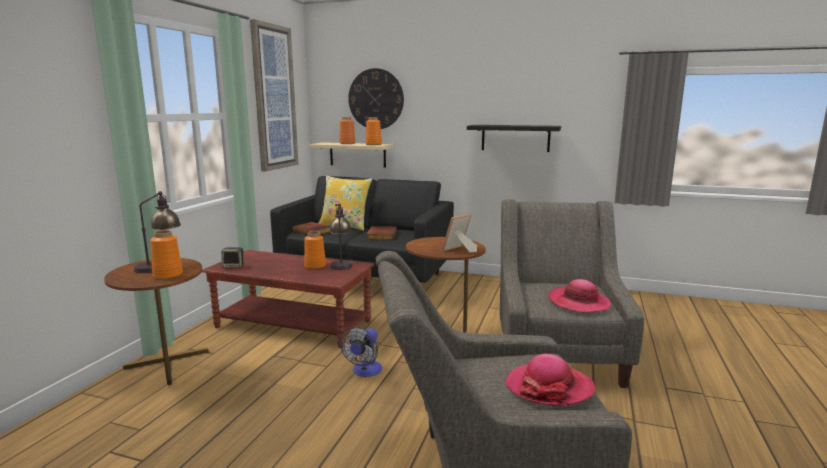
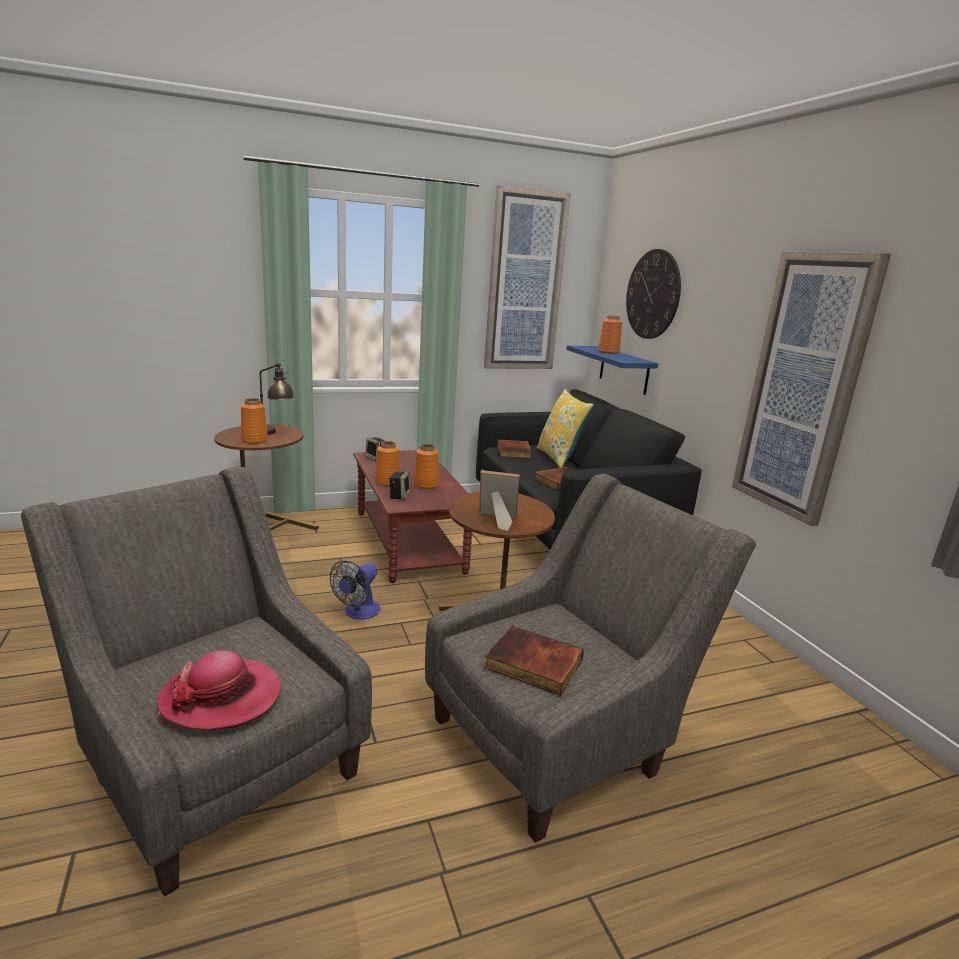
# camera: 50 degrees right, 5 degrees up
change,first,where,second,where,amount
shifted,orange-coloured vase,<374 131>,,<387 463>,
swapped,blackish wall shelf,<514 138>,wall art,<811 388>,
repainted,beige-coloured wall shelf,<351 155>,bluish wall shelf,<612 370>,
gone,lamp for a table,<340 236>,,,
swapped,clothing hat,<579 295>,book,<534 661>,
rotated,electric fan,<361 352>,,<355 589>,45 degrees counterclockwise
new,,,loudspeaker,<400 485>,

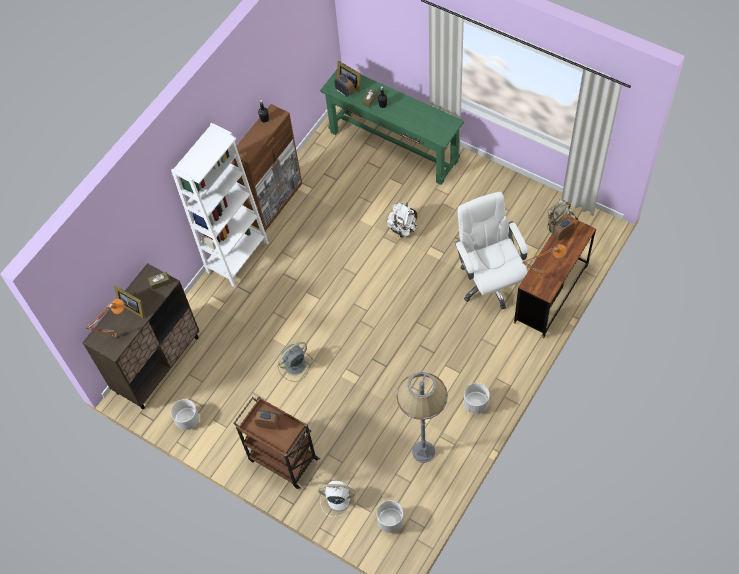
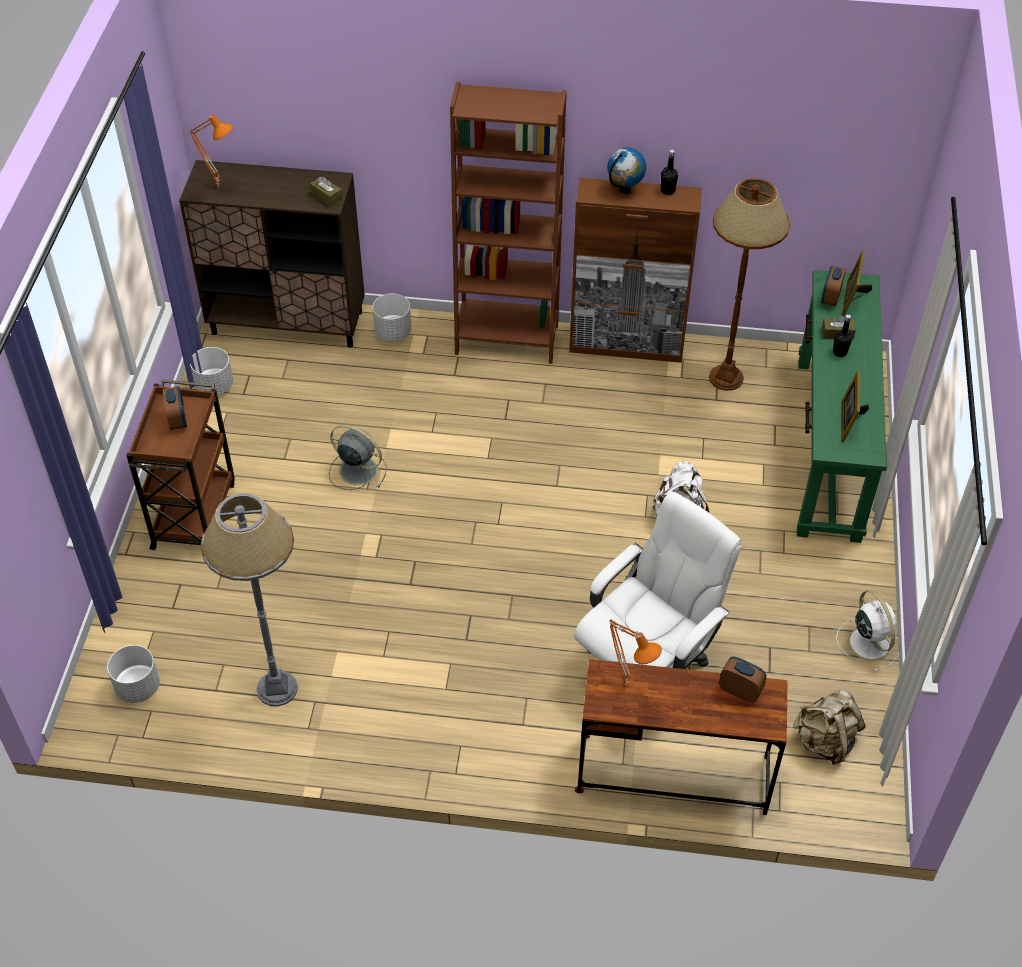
# camera: 60 degrees right, 10 degrees down
change,first,where,second,where,amount
repainted,whitish shelving unit,<220 205>,brownish shelving unit,<508 223>,
shifted,standing frame,<129 301>,,<855 407>,
shifted,whitish planter,<477 398>,,<391 317>,
shifted,whitish electric fan,<338 499>,,<867 631>,
new,,,desk globe,<627 170>,
new,,,brownish floor lamp,<749 284>,

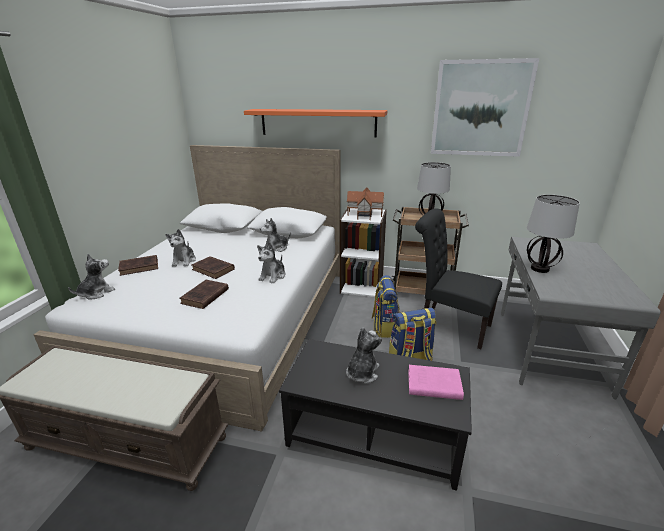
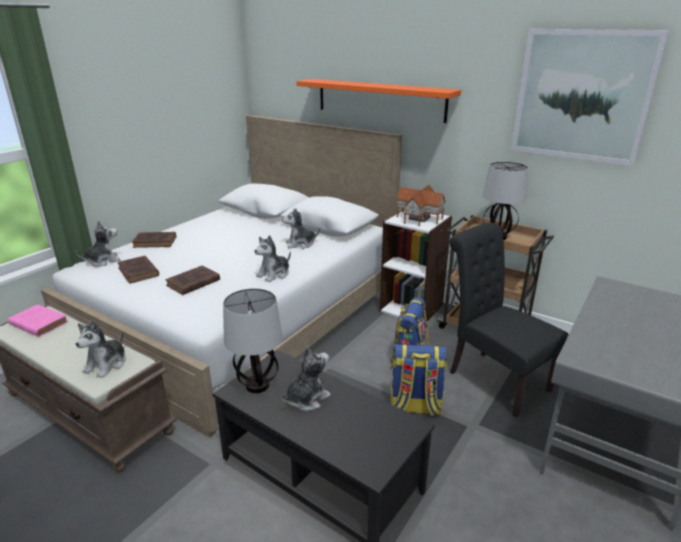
# camera: 20 degrees right, 0 degrees up
change,first,where,second,where,amount
shifted,lamp for a table,<553 234>,,<252 340>,
shifted,plush toy,<180 247>,,<101 349>,
shifted,brownish book,<213 267>,,<138 270>,
shifted,pinkish book,<436 382>,,<38 321>,

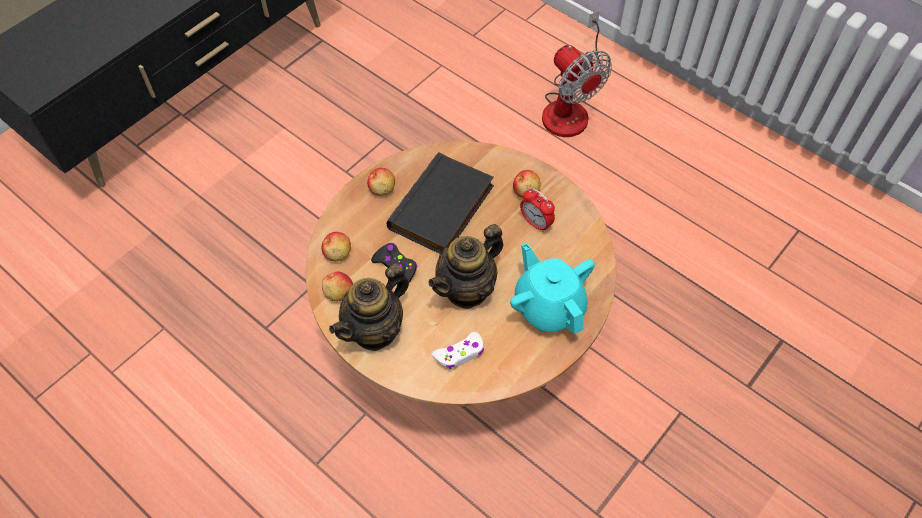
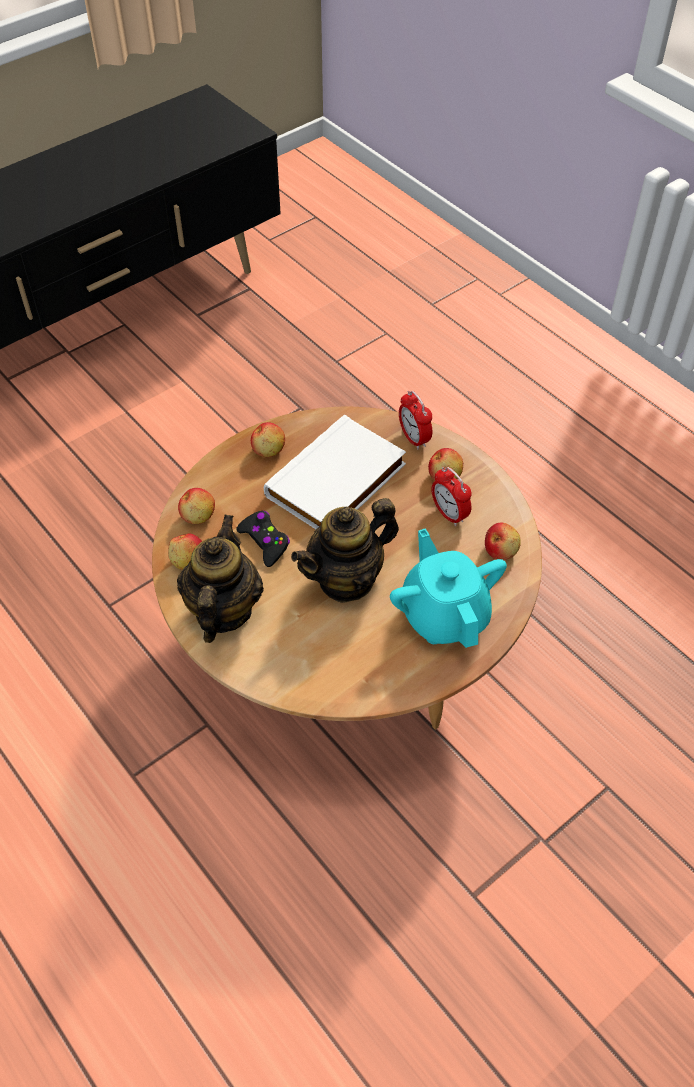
# camera: 10 degrees right, 5 degrees down
change,first,where,second,where,amount
gone,electric fan,<577 73>,,,
repainted,blackish book,<440 203>,whitish book,<335 471>,
rotated,tea pot,<369 307>,,<220 579>,135 degrees clockwise
gone,whitish game controller,<458 350>,,,
new,,,alarm clock,<415 420>,
new,,,apple,<503 541>,

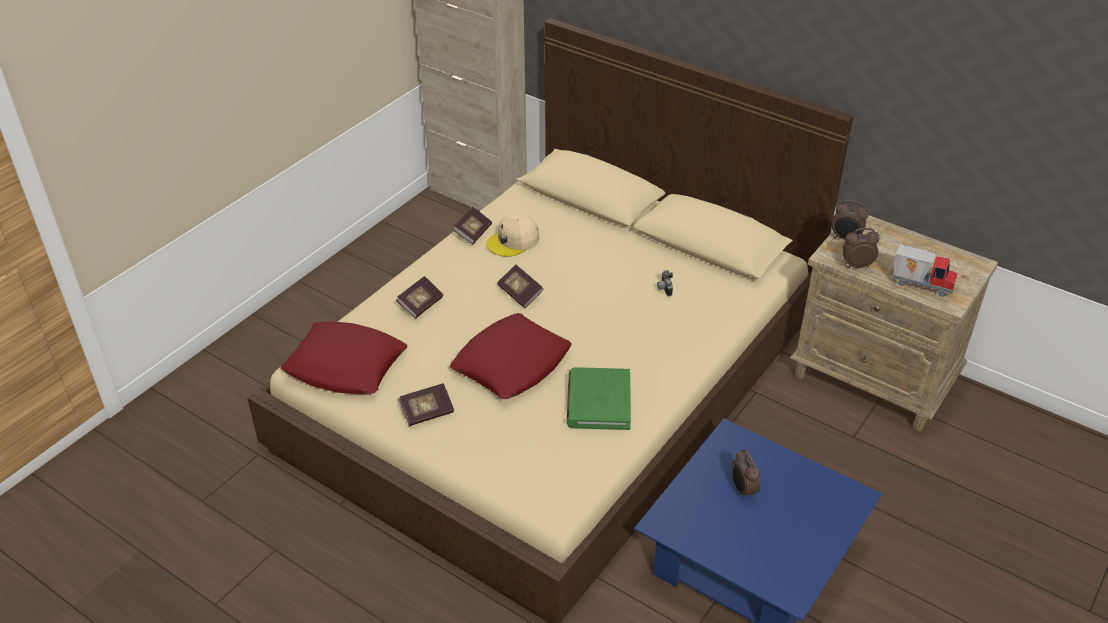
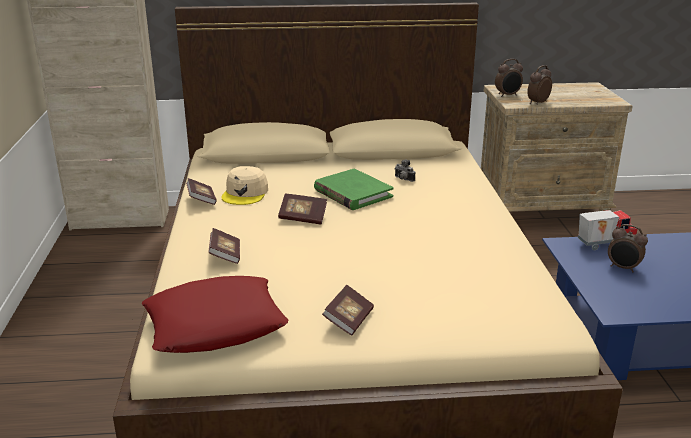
# camera: 40 degrees left, 15 degrees down
change,first,where,second,where,amount
shifted,toy truck,<925 270>,,<607 230>,
gone,reddish cushion,<510 356>,,,
shifted,green book,<599 398>,,<354 189>,

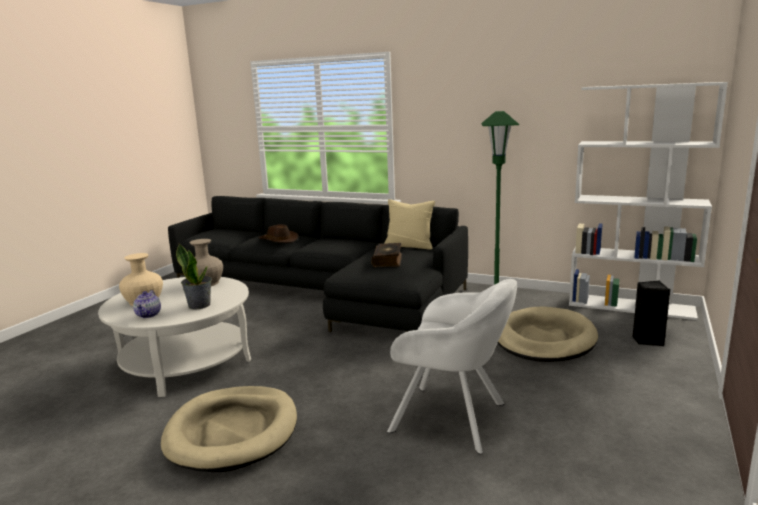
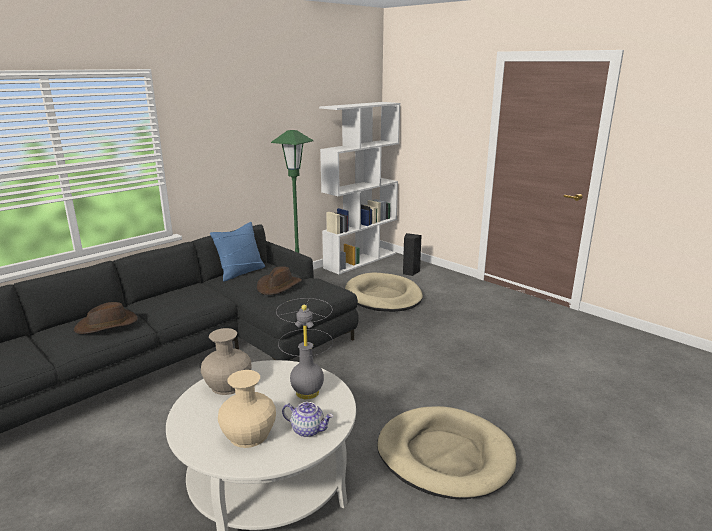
# camera: 70 degrees left, 5 degrees up
change,first,where,second,where,amount
repainted,beige-coloured cushion,<409 224>,bluish cushion,<237 251>,
swapped,book,<386 255>,brownish clothing hat,<279 280>,
swapped,potted plant,<194 276>,greyish lamp for a table,<304 349>,
gone,whitish lounge chair,<452 366>,,,

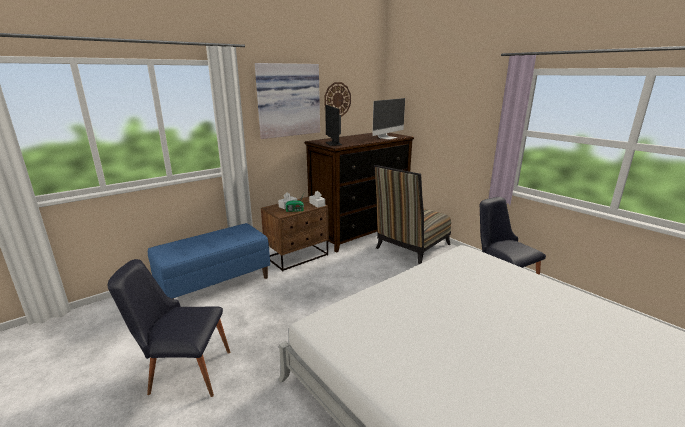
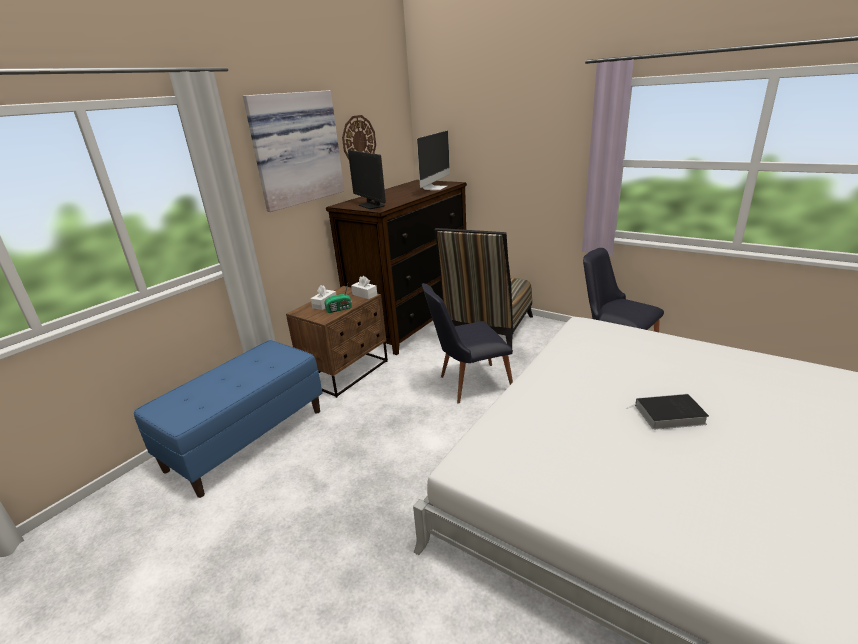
# camera: 15 degrees left, 5 degrees up
change,first,where,second,where,amount
shifted,blackish chair,<169 328>,,<467 343>,
new,,,book,<668 412>,

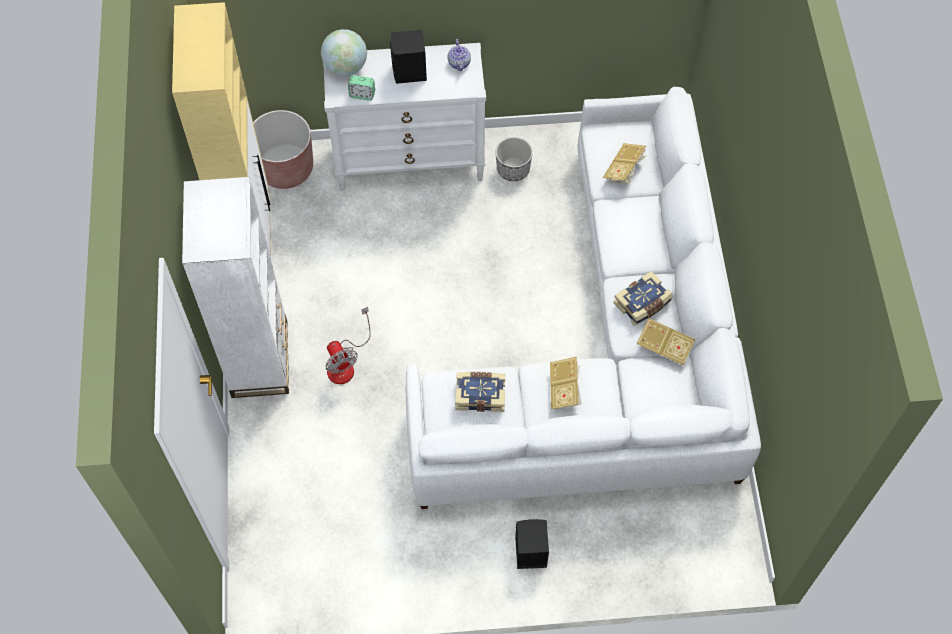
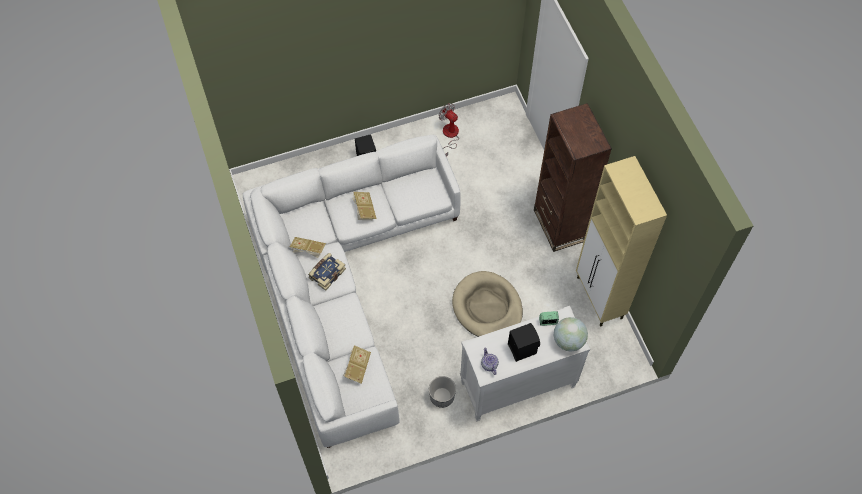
# camera: 165 degrees right, 0 degrees up
change,first,where,second,where,amount
gone,brownish planter,<283 149>,,,
repainted,whitish shelving unit,<235 287>,brownish shelving unit,<573 177>,
shifted,electric fan,<348 345>,,<449 130>,
gone,book,<480 392>,,,
new,,,beige-coloured pet bed,<487 304>,

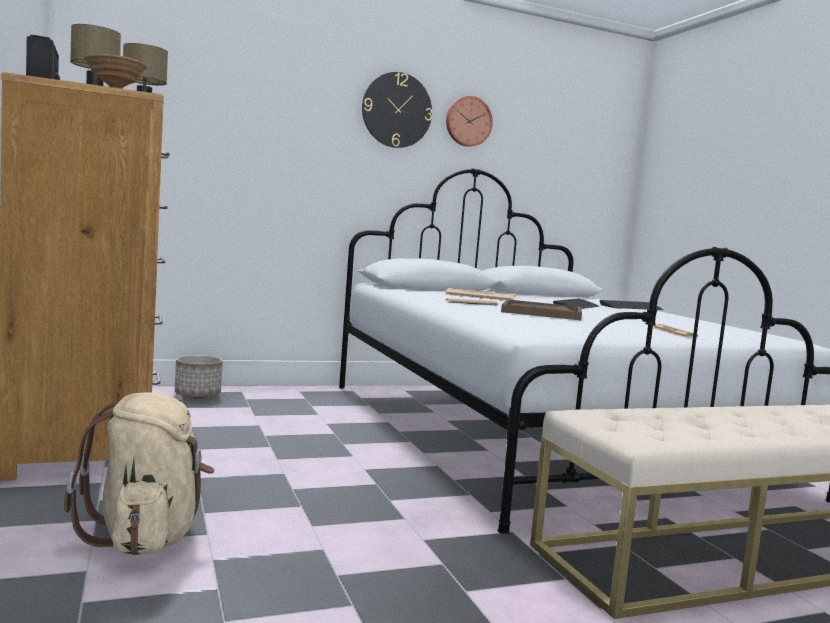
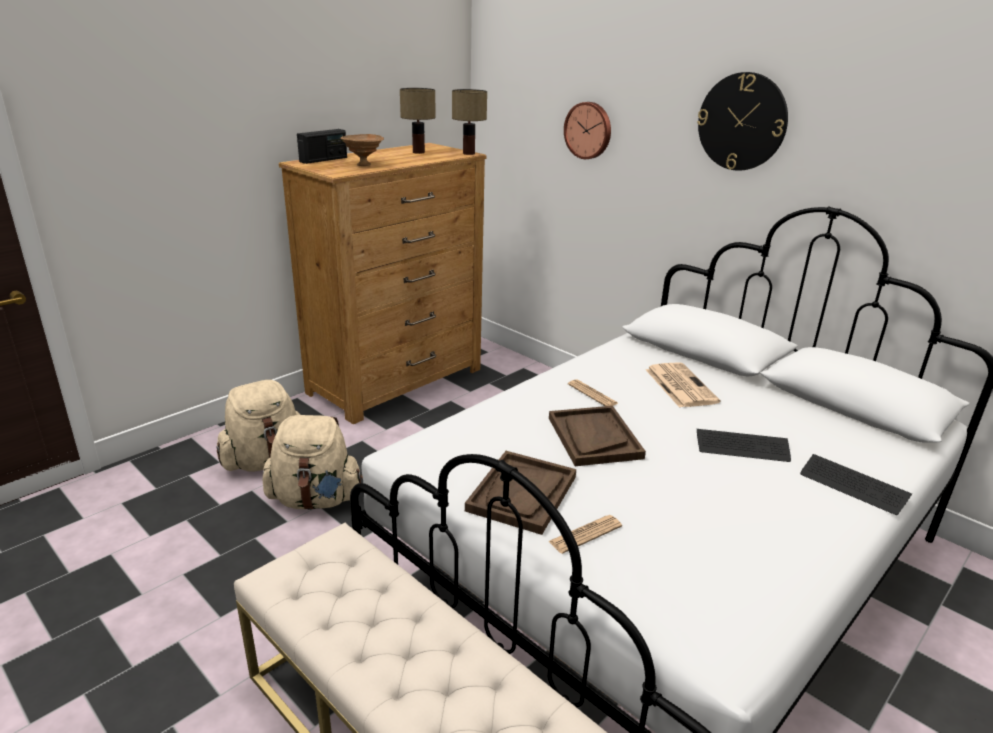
# camera: 65 degrees right, 20 degrees up
change,first,where,second,where,amount
shifted,clock on the wall,<469 121>,,<587 130>,
gone,planter,<199 376>,,,
new,,,beige-coloured backpack,<312 462>,
new,,,brownish serving tray,<520 493>,

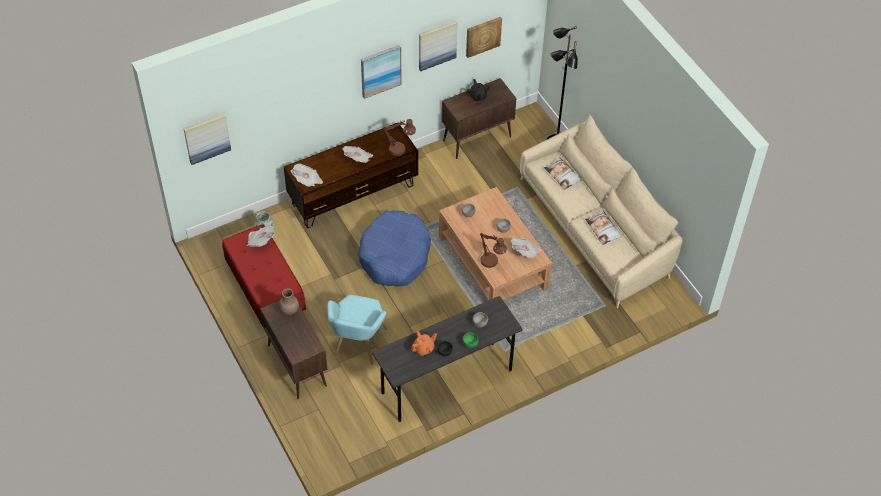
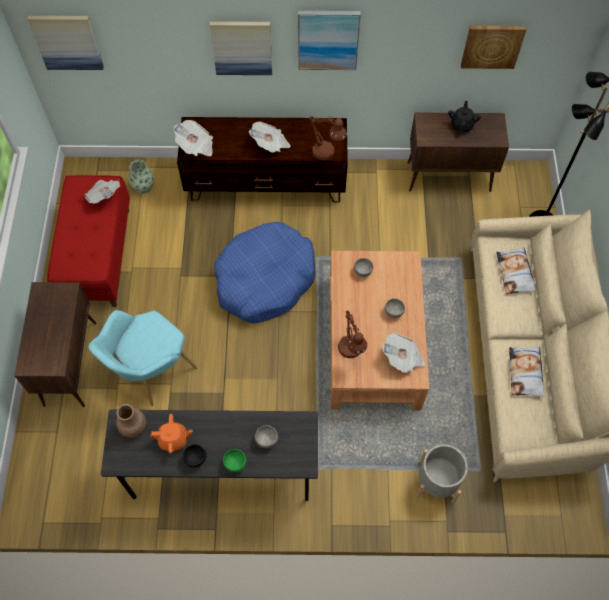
# camera: 30 degrees right, 10 degrees up
change,first,where,second,where,amount
shifted,wall art,<438 46>,,<241 48>,
shifted,brownish vase,<289 302>,,<131 421>,
new,,,greyish planter,<442 473>,

